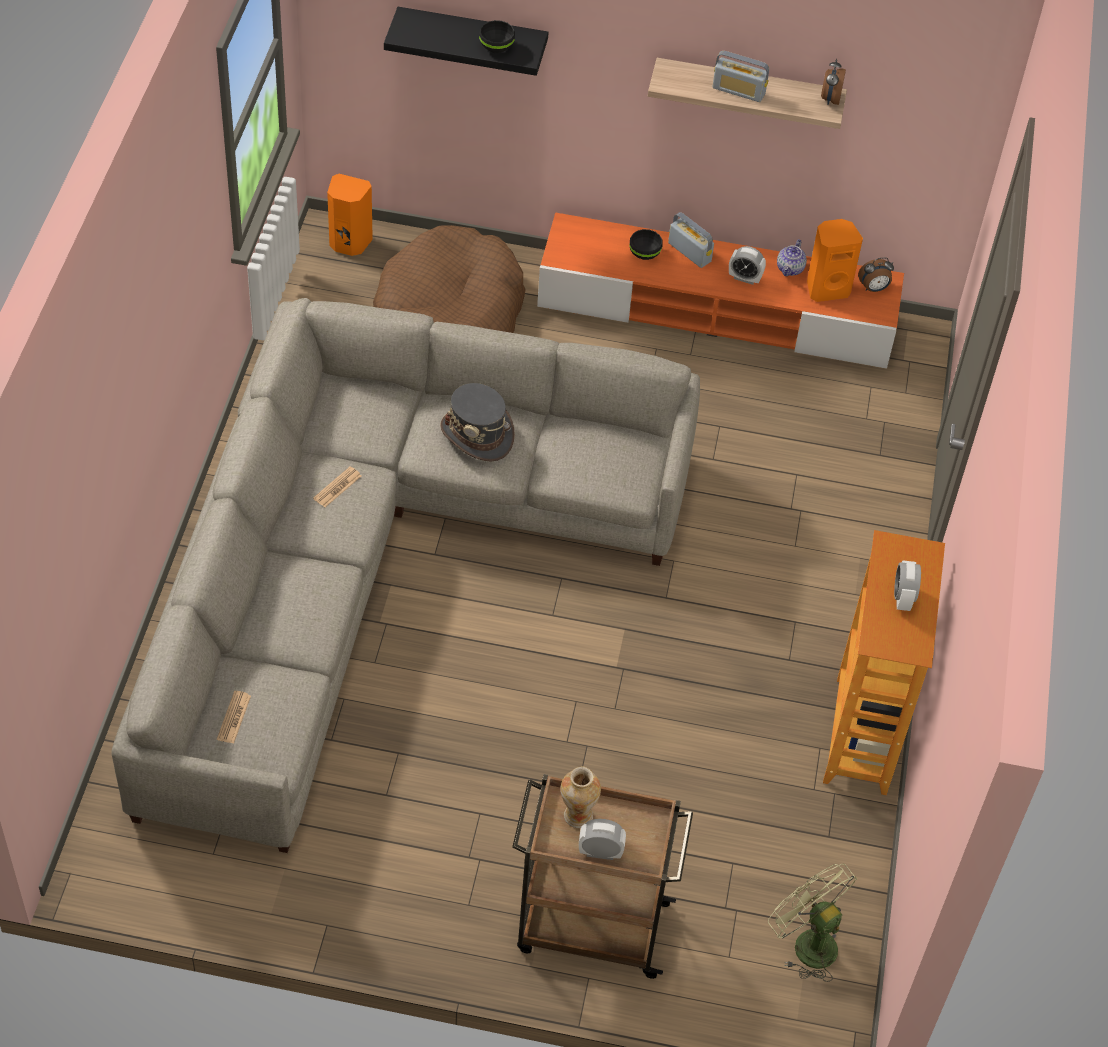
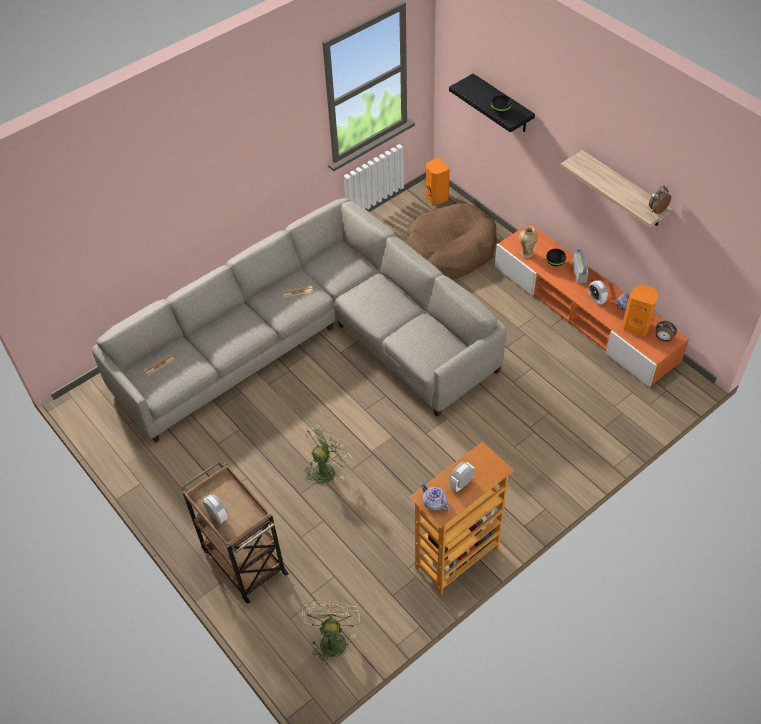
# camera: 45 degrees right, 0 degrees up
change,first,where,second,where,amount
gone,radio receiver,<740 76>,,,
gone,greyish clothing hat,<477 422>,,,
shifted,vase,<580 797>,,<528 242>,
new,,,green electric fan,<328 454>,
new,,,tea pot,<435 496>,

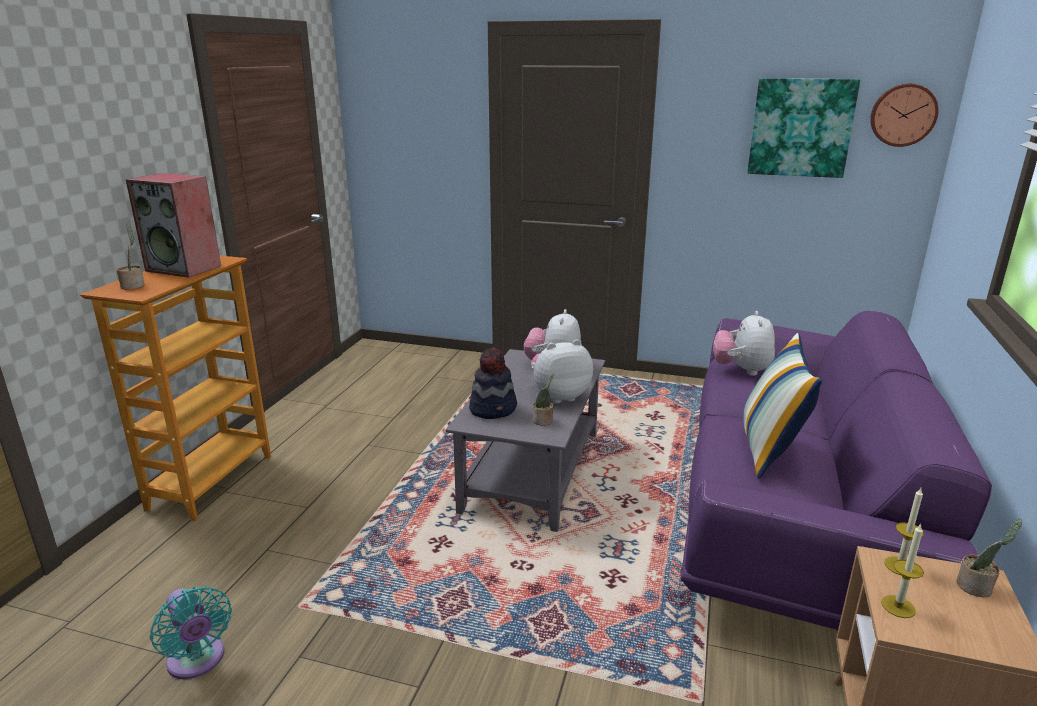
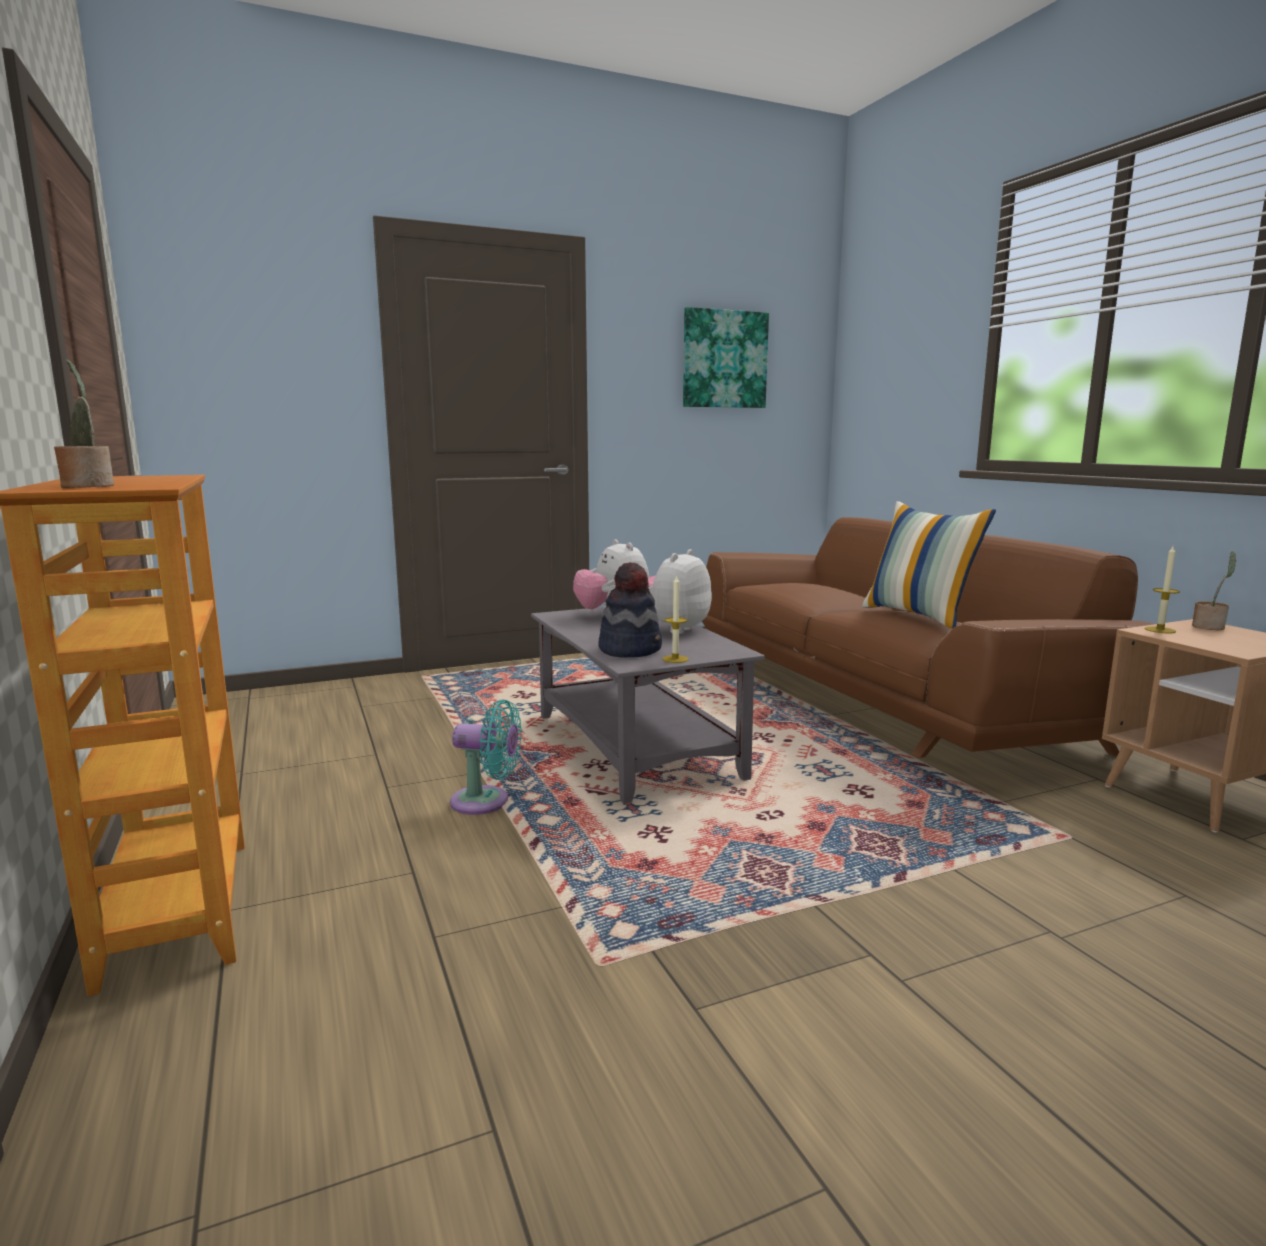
# camera: 40 degrees left, 10 degrees down
change,first,where,second,where,amount
gone,clock on the wall,<904 115>,,,
gone,loudspeaker,<173 225>,,,
repainted,purple-coloured sofa,<836 470>,brownish sofa,<928 637>,
gone,plush toy,<744 343>,,,
gone,potted plant,<543 399>,,,
shifted,wax light,<902 570>,,<675 619>,
shifted,turquoise-coloured electric fan,<191 632>,,<486 757>,

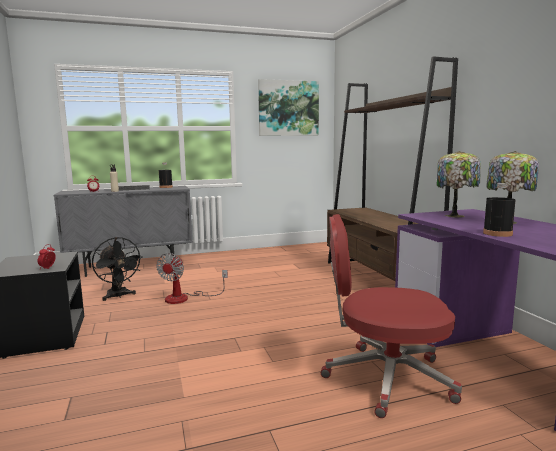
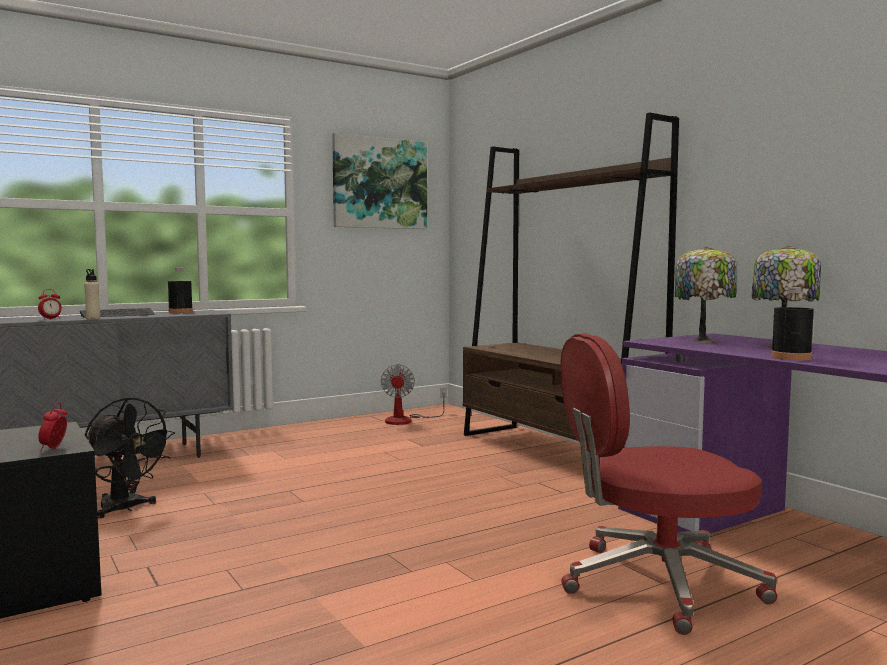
# camera: 15 degrees left, 5 degrees down
change,first,where,second,where,amount
shifted,electric fan,<192 278>,,<414 394>,

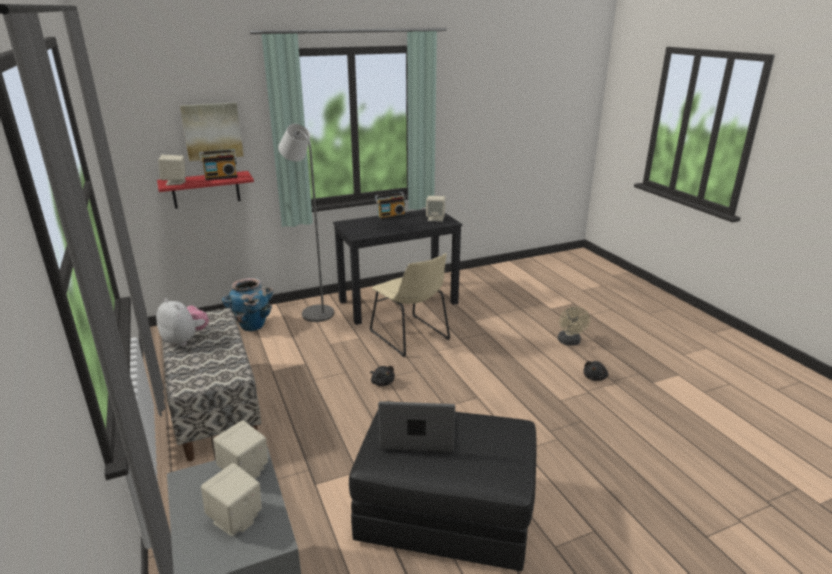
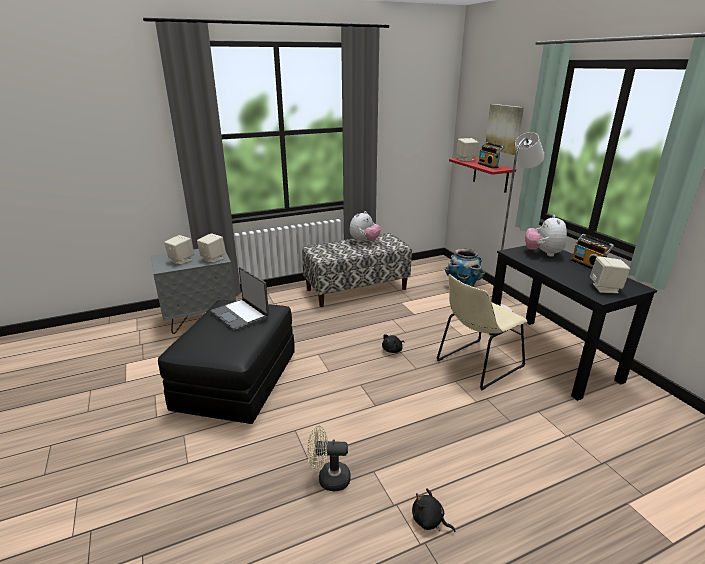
# camera: 90 degrees right, 0 degrees up
change,first,where,second,where,amount
shifted,beige-coloured electric fan,<574 326>,,<329 458>,
rotated,portable computer,<416 426>,,<240 299>,135 degrees clockwise
new,,,plush toy,<546 236>,

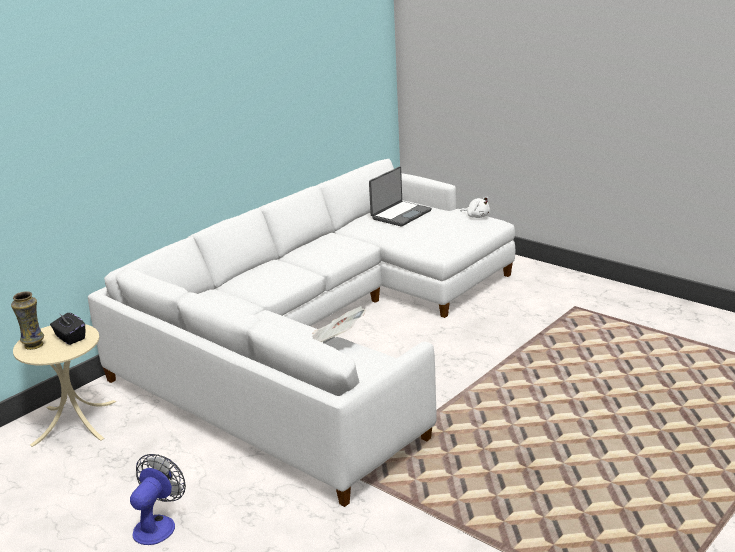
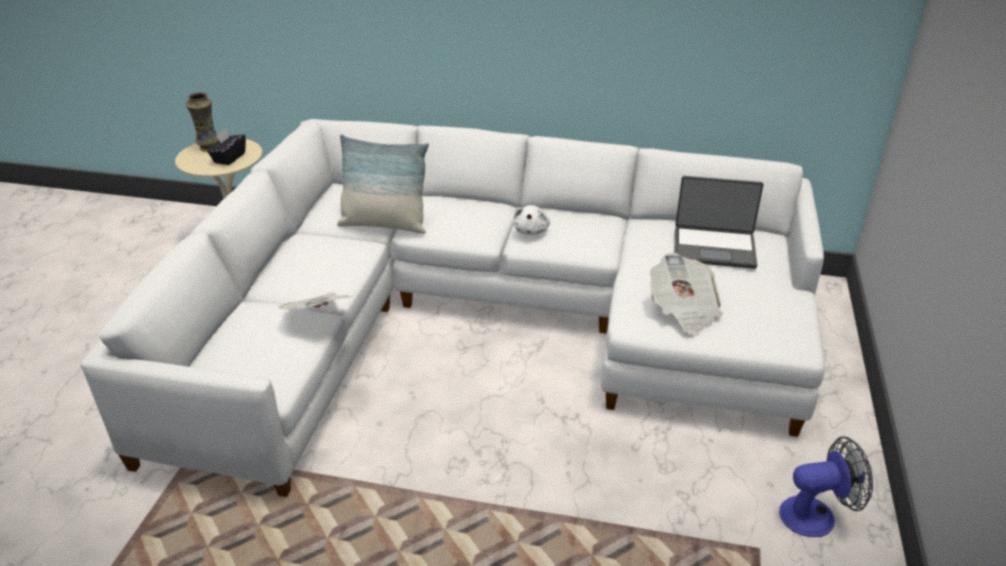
# camera: 60 degrees right, 10 degrees up
change,first,where,second,where,amount
shifted,whitish plush toy,<475 207>,,<532 220>,
shifted,electric fan,<158 499>,,<826 486>,
new,,,cushion,<383 184>,
new,,,newspaper,<686 293>,

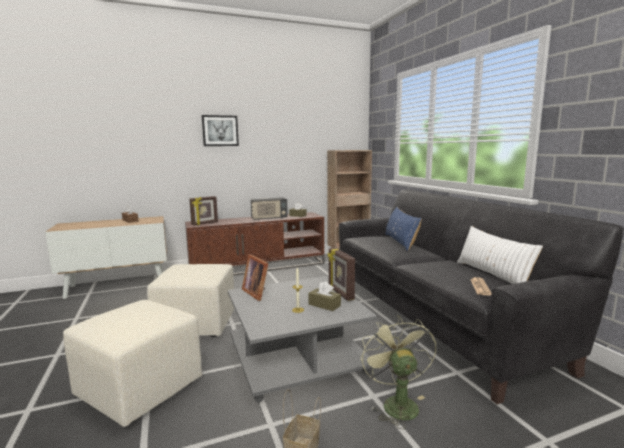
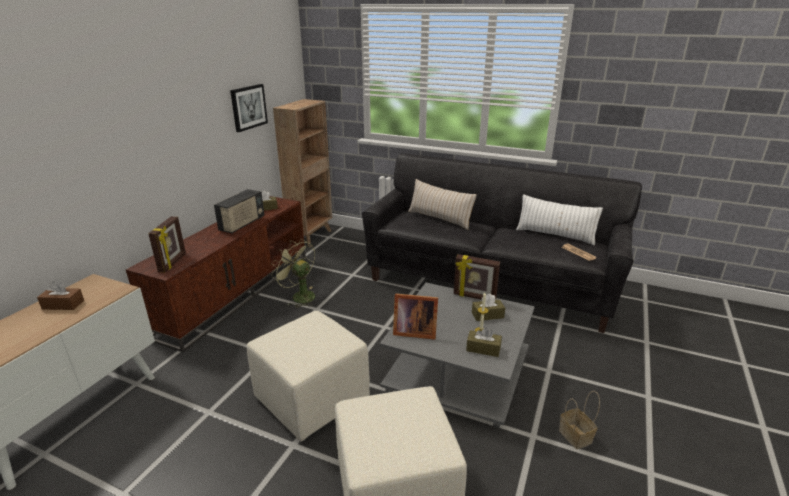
# camera: 45 degrees left, 15 degrees up
change,first,where,second,where,amount
shifted,wall art,<220 130>,,<249 108>,
repainted,bluish cushion,<403 229>,beige-coloured cushion,<442 204>,
shifted,green electric fan,<398 372>,,<293 273>,
new,,,brownish tissue holder,<484 342>,

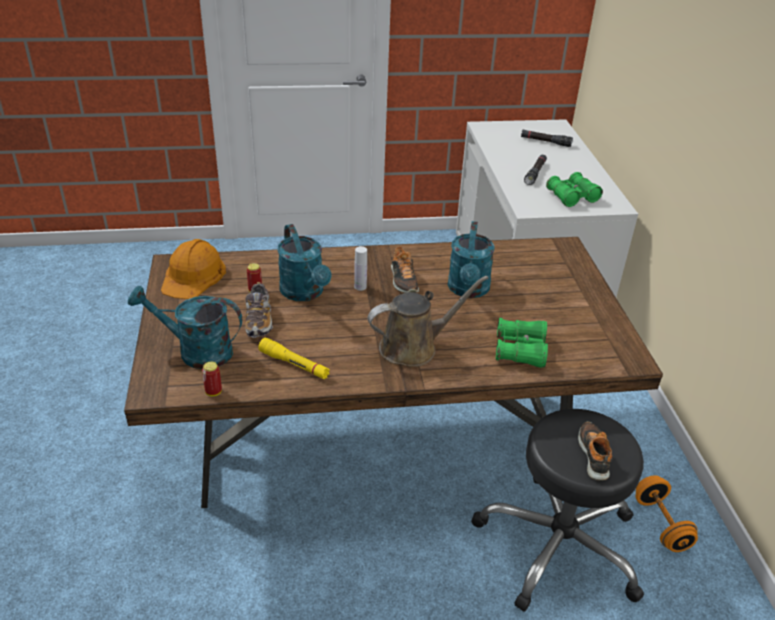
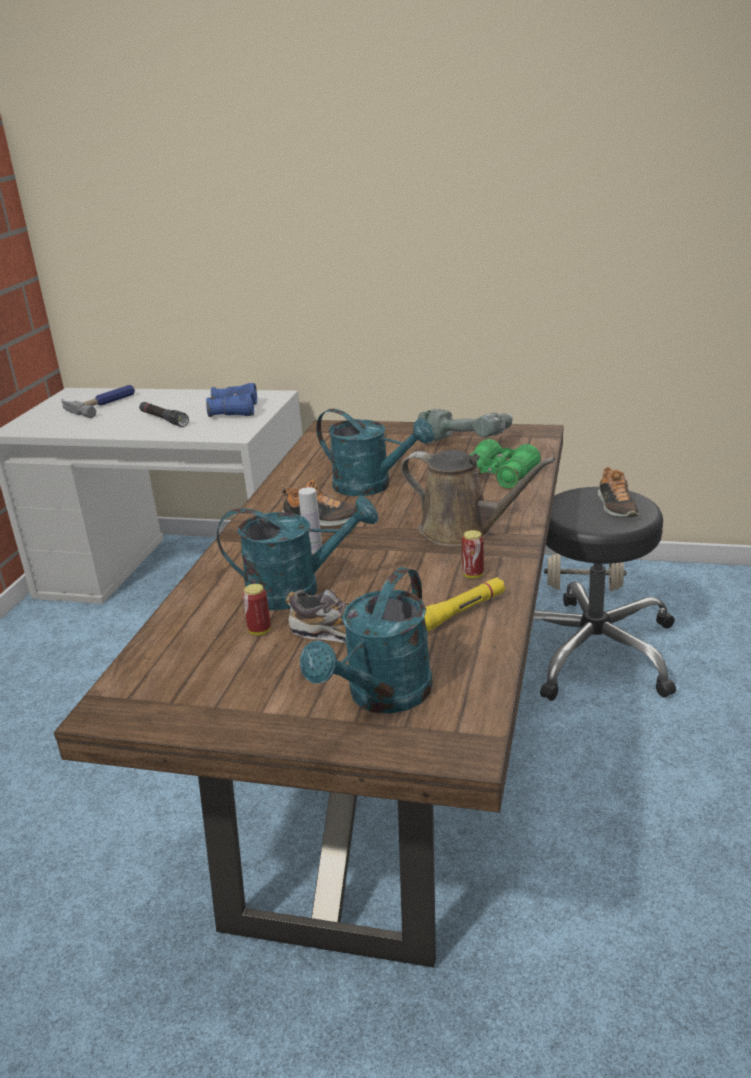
# camera: 65 degrees left, 10 degrees down
change,first,where,second,where,amount
swapped,blackish flashlight,<547 138>,hammer,<98 401>,
repainted,green pair of binoculars,<574 189>,bluish pair of binoculars,<231 400>,
gone,orange-coloured hard hat,<193 269>,,,
rotated,brownish watering pot,<428 321>,,<478 498>,120 degrees clockwise
shifted,can,<212 378>,,<473 554>,
rotated,item of footwear,<595 451>,,<618 492>,120 degrees counterclockwise
repainted,orange-coloured free weight,<667 513>,beige-coloured free weight,<585 572>,
new,,,drill,<466 425>,

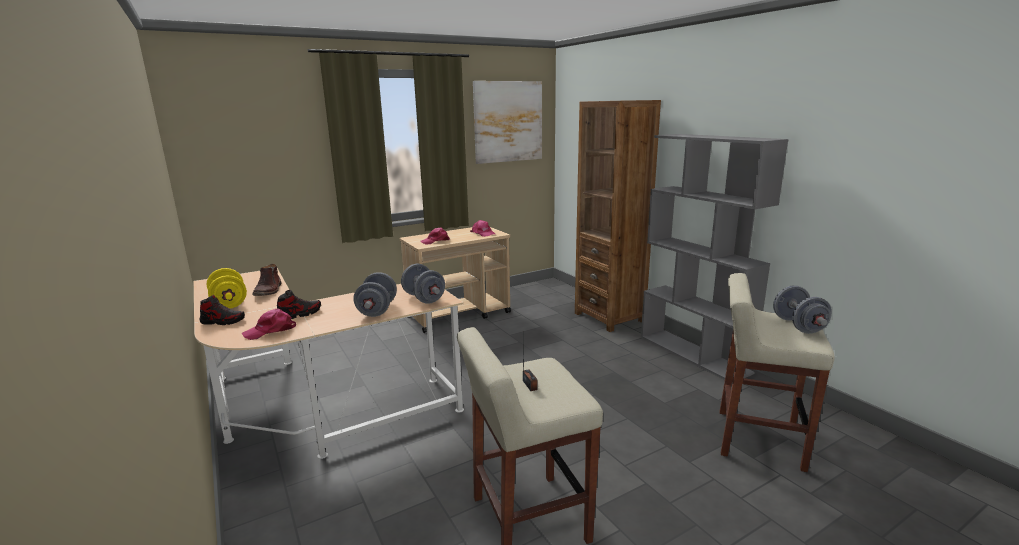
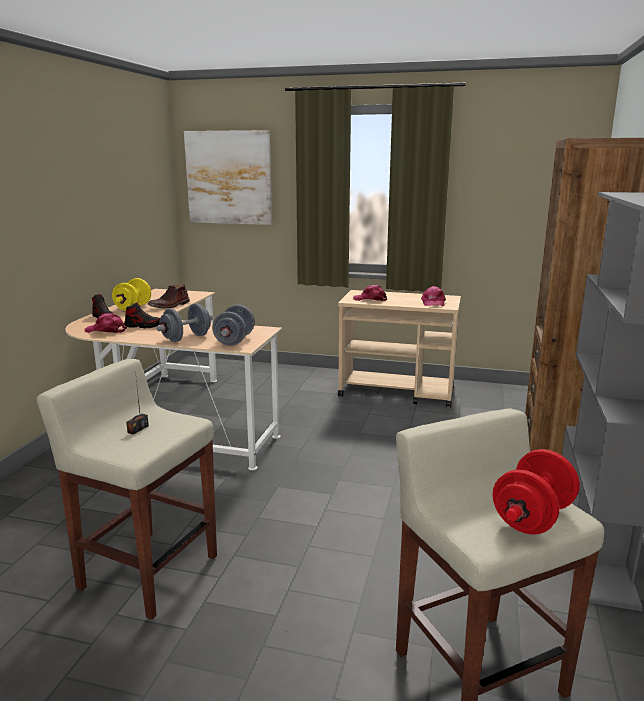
# camera: 45 degrees right, 0 degrees up
change,first,where,second,where,amount
shifted,wall art,<507 122>,,<228 177>,
repainted,greyish free weight,<802 309>,reddish free weight,<536 492>,

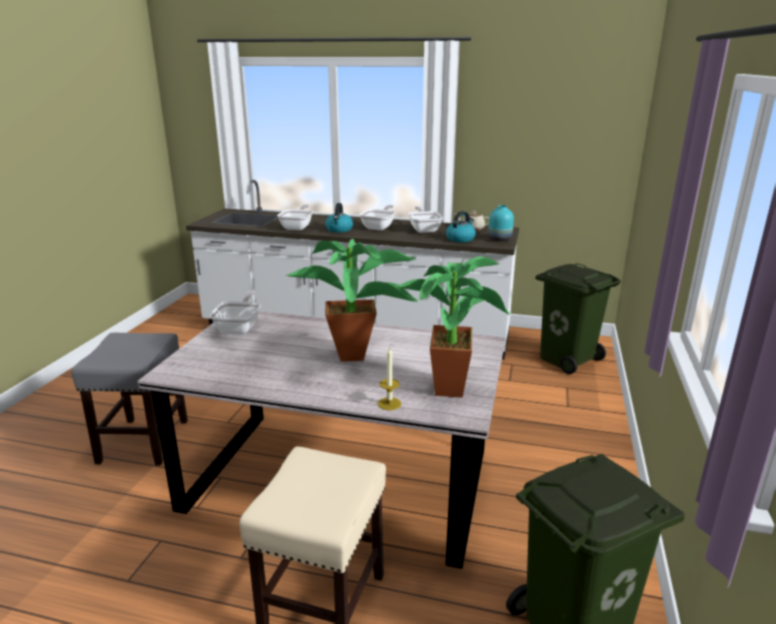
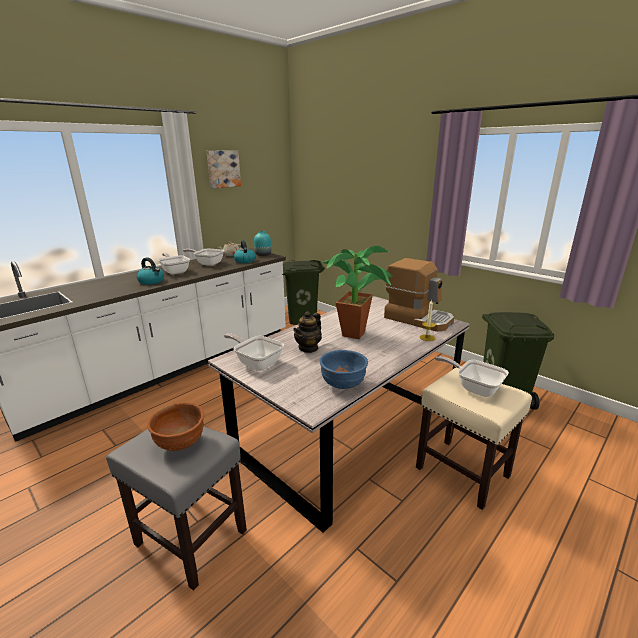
# camera: 60 degrees left, 0 degrees up
change,first,where,second,where,amount
shifted,frying pan,<295 217>,,<472 376>,
swapped,potted plant,<452 327>,coffee maker,<419 295>,
new,,,wall art,<224 169>,
new,,,tea pot,<307 332>,
new,,,bluish bowl,<343 369>,
new,,,brownish bowl,<175 426>,

